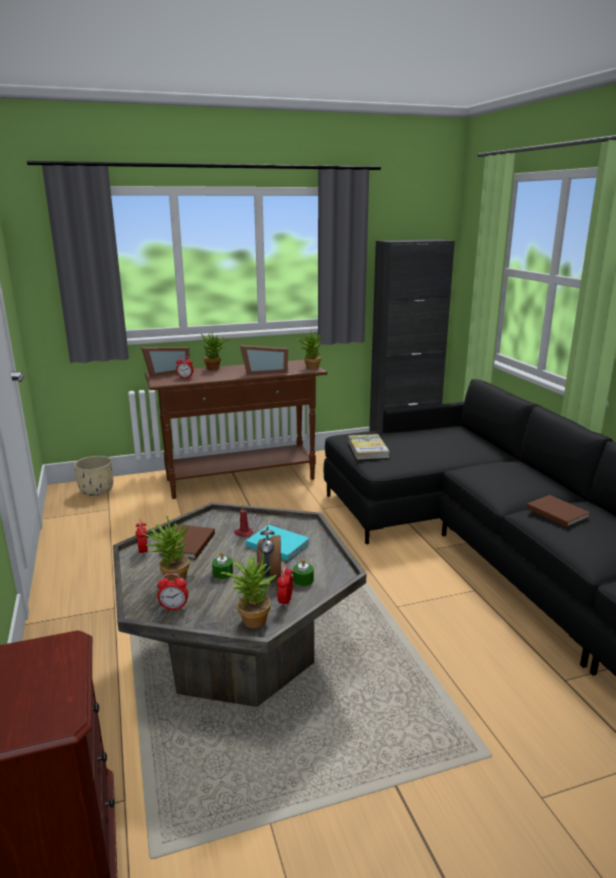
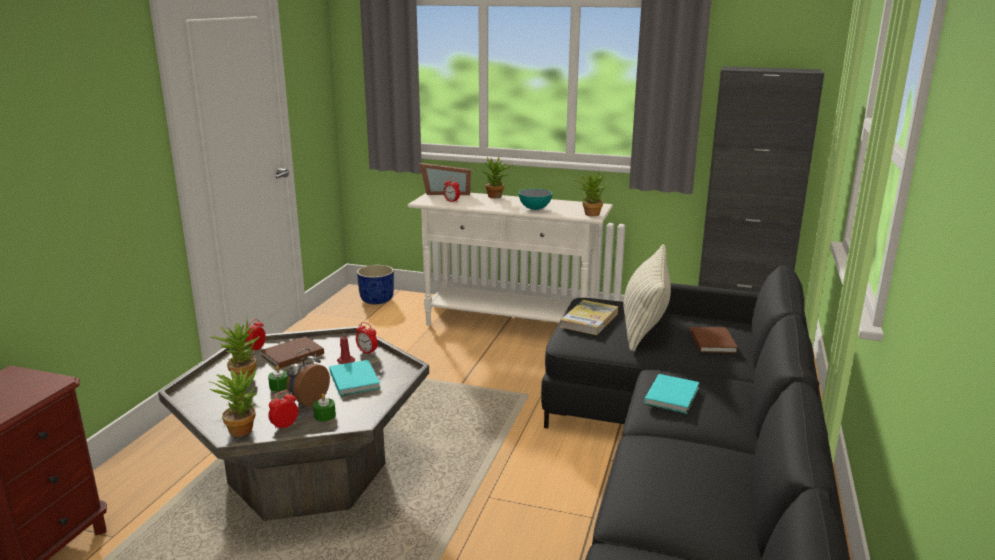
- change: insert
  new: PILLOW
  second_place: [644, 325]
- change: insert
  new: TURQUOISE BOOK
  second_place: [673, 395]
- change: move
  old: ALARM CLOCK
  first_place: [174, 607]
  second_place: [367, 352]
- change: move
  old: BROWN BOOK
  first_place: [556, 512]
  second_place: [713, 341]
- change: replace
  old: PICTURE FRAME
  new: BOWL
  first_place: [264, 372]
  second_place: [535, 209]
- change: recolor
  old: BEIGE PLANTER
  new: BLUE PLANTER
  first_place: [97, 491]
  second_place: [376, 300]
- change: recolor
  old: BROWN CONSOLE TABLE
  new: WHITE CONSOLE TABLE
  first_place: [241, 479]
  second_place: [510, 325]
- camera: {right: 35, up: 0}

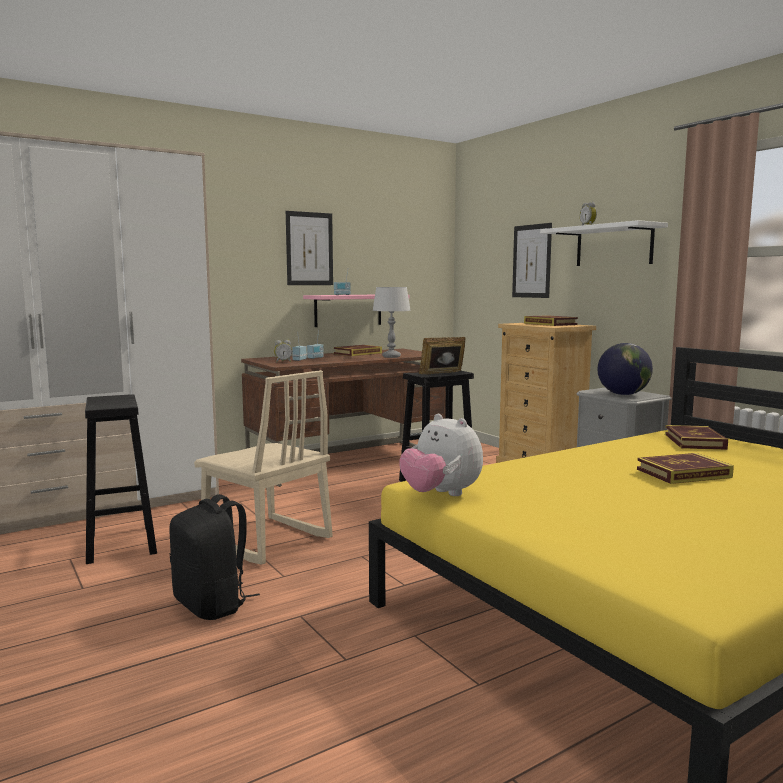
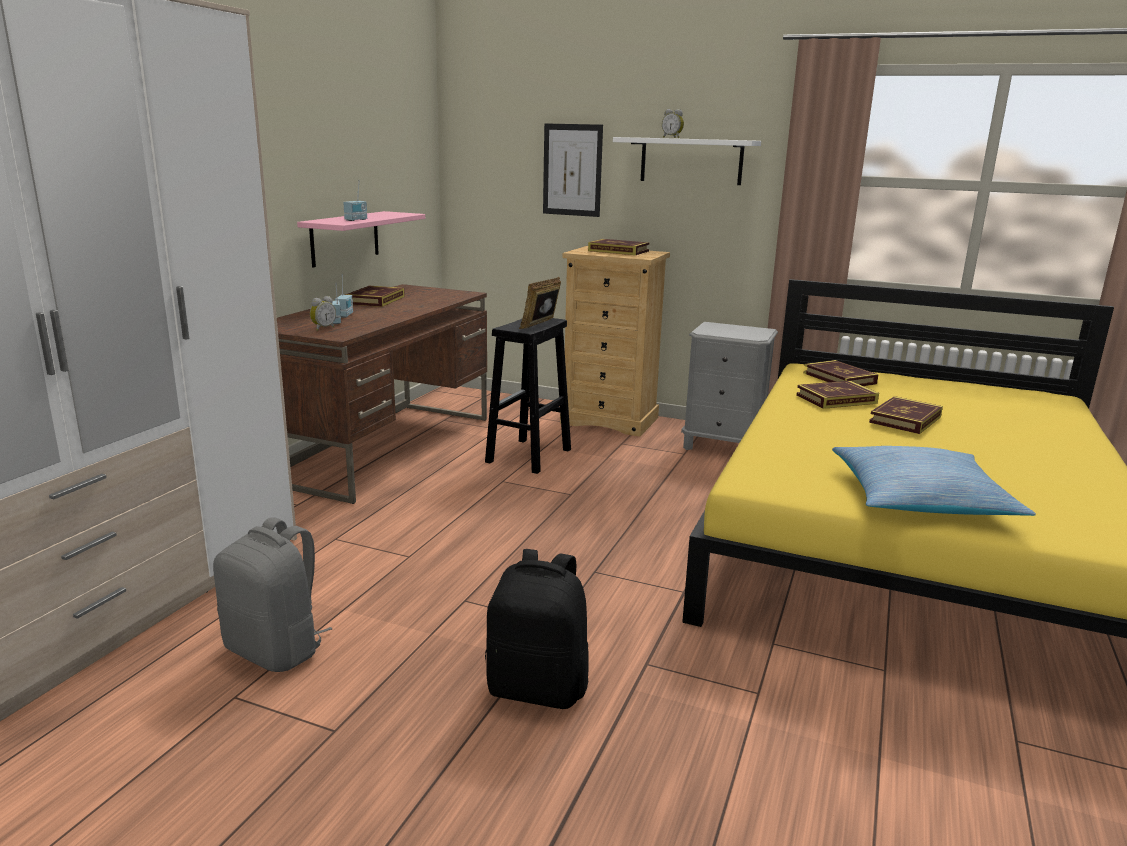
- change: delete
  old: BEIGE CHAIR
  first_place: [266, 541]
- change: delete
  old: PICTURE
  first_place: [309, 249]
- change: delete
  old: GREY TABLE LAMP
  first_place: [391, 357]
- change: delete
  old: PLUSH TOY
  first_place: [441, 494]
- change: delete
  old: GLOBE
  first_place: [623, 394]
- change: insert
  new: BOOK
  second_place: [836, 399]
- change: insert
  new: PILLOW
  second_place: [920, 499]
- change: replace
  old: BLACK STOOL
  new: GREY BACKPACK
  first_place: [121, 544]
  second_place: [277, 650]
- camera: {right: -35, up: 10}

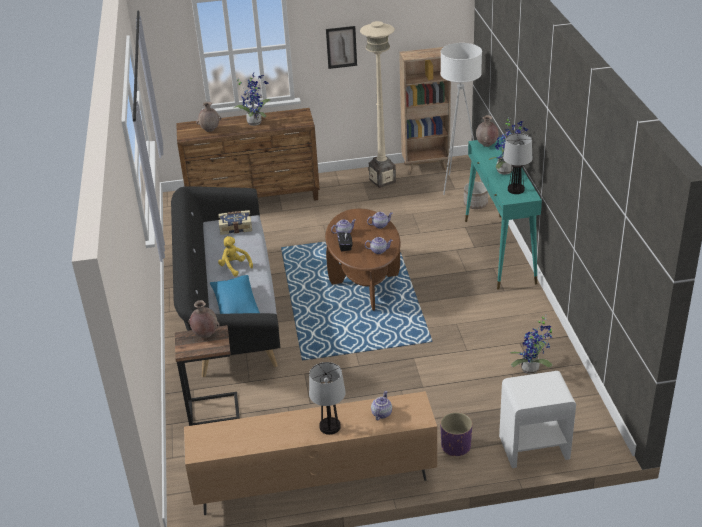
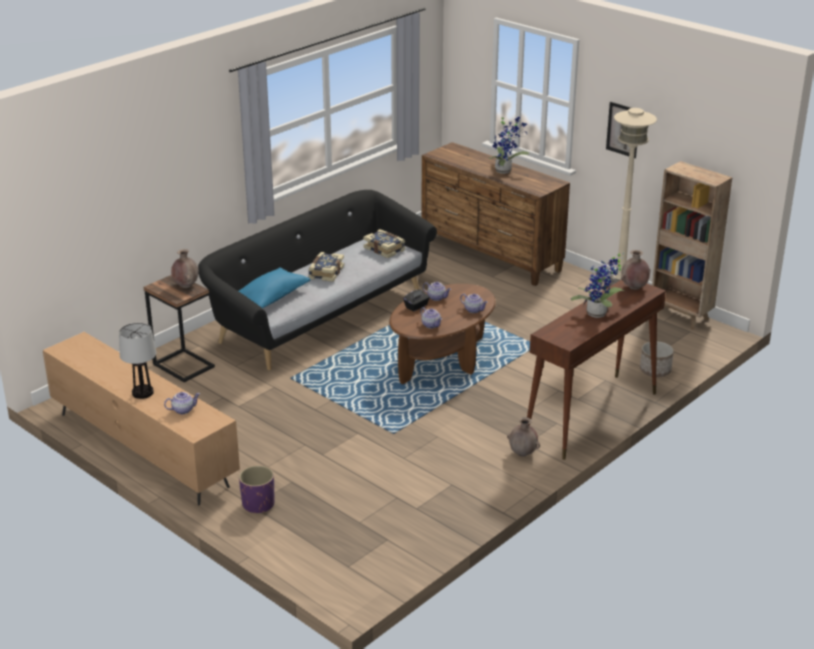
- change: delete
  old: WHITE FLOOR LAMP
  first_place: [459, 185]
- change: delete
  old: WHITE NIGHTSTAND
  first_place: [533, 447]
- change: delete
  old: TABLE LAMP
  first_place: [516, 190]
- change: delete
  old: POTTED PLANT
  first_place: [532, 369]
- change: move
  old: BROWN VASE
  first_place: [210, 130]
  second_place: [522, 454]
- change: replace
  old: YELLOW PLUSH TOY
  new: BOOK
  first_place: [234, 267]
  second_place: [325, 272]
- change: recolor
  old: TURQUOISE CONSOLE TABLE
  new: BROWN CONSOLE TABLE
  first_place: [499, 251]
  second_place: [591, 416]
- camera: {right: 50, up: -5}

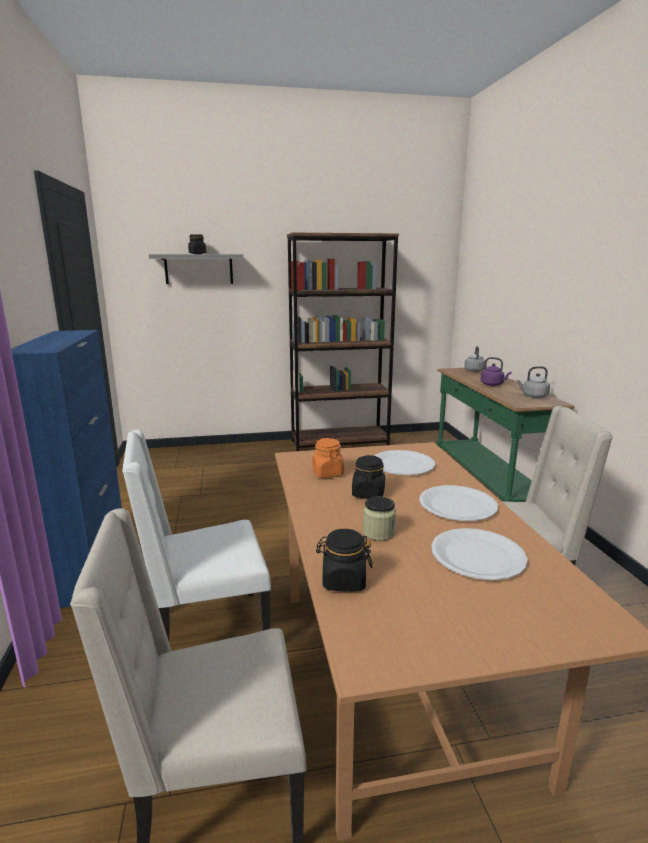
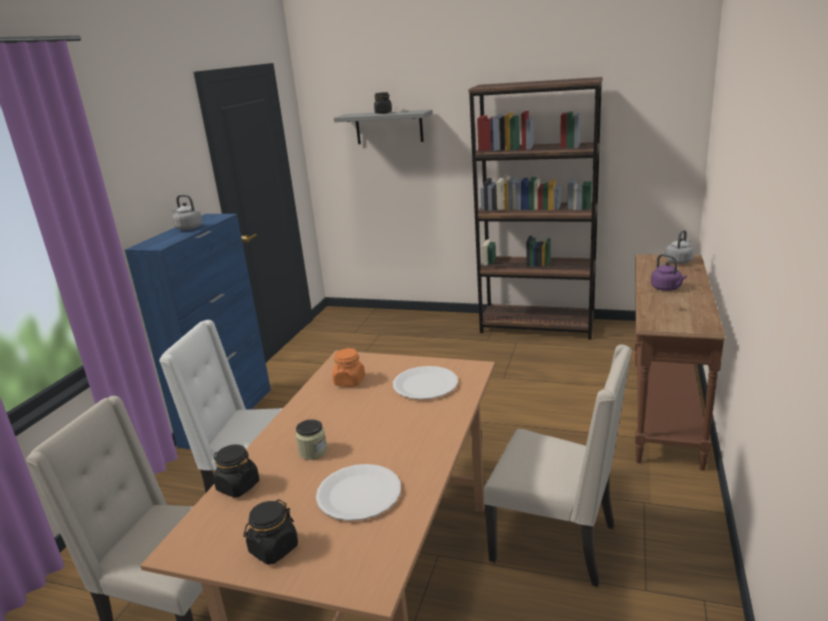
- change: delete
  old: WHITE PLATE
  first_place: [457, 505]
- change: move
  old: BLACK JAR
  first_place: [368, 494]
  second_place: [273, 549]
- change: move
  old: GREY KETTLE
  first_place: [533, 396]
  second_place: [188, 228]
- change: recolor
  old: GREEN CONSOLE TABLE
  new: BROWN CONSOLE TABLE
  first_place: [485, 485]
  second_place: [663, 410]
- camera: {right: 30, up: 5}

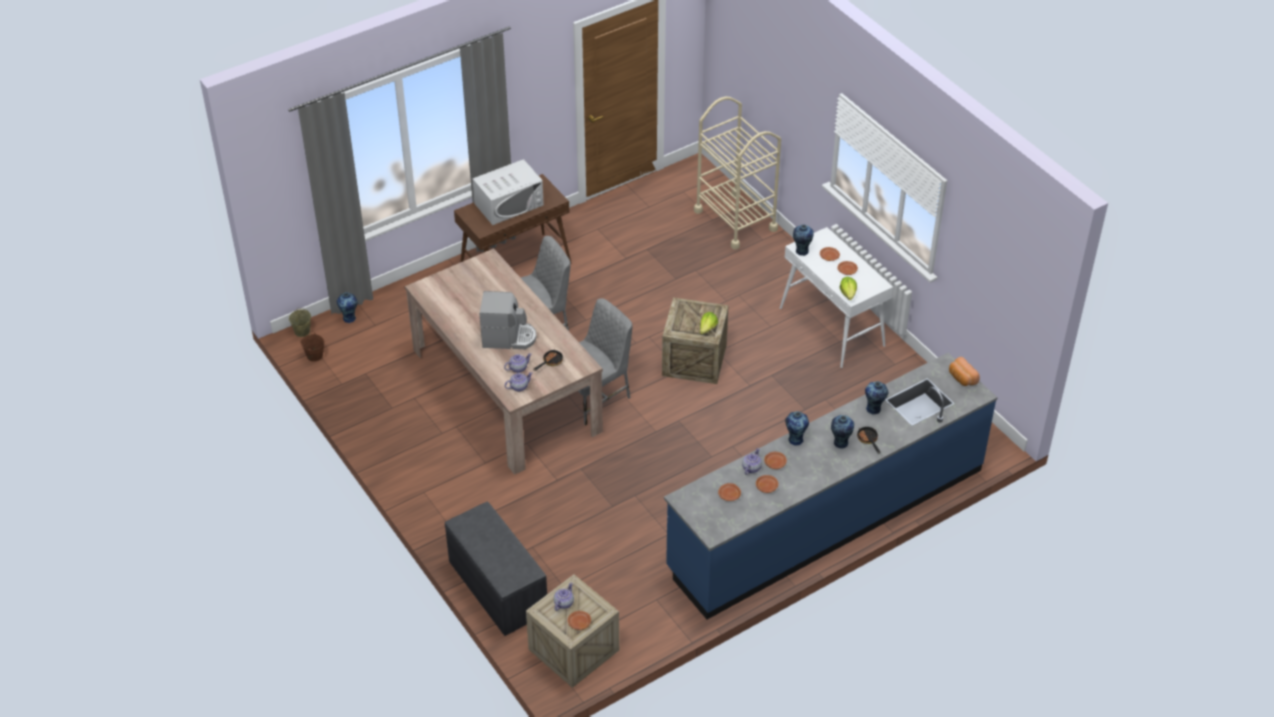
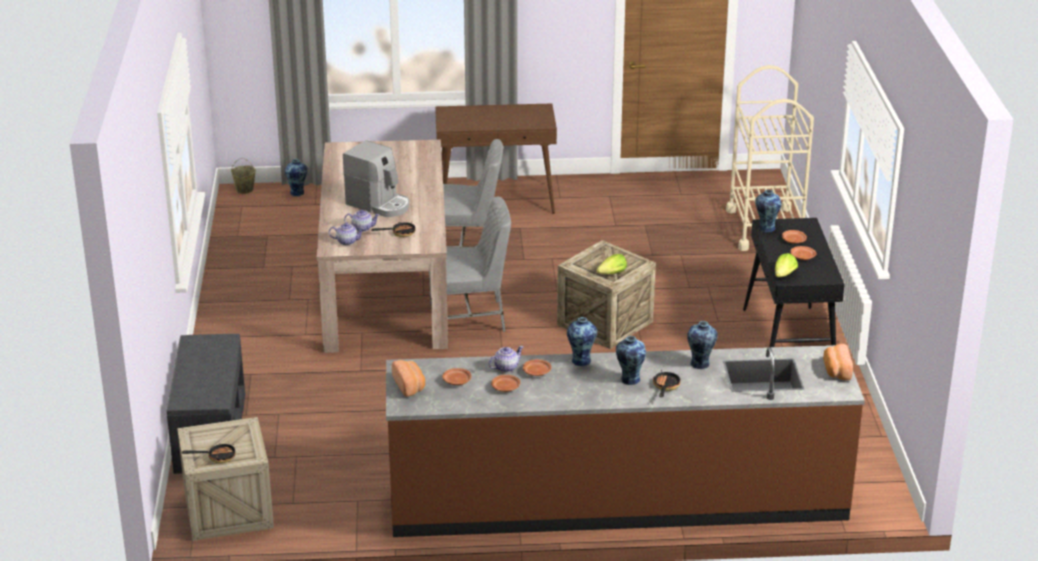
- change: delete
  old: BROWN BUCKET
  first_place: [314, 355]
- change: delete
  old: WHITE MICROWAVE
  first_place: [509, 204]
- change: delete
  old: TEAPOT
  first_place: [563, 603]
- change: insert
  new: BREAD
  second_place: [409, 386]
- change: replace
  old: BROWN PLATE
  new: FRYING PAN
  first_place: [579, 623]
  second_place: [217, 457]
- change: recolor
  old: BLUE COUNTER
  new: BROWN COUNTER
  first_place: [826, 518]
  second_place: [617, 499]
- change: recolor
  old: WHITE CONSOLE TABLE
  new: BLACK CONSOLE TABLE
  first_place: [832, 327]
  second_place: [789, 343]
- camera: {right: 30, up: -15}

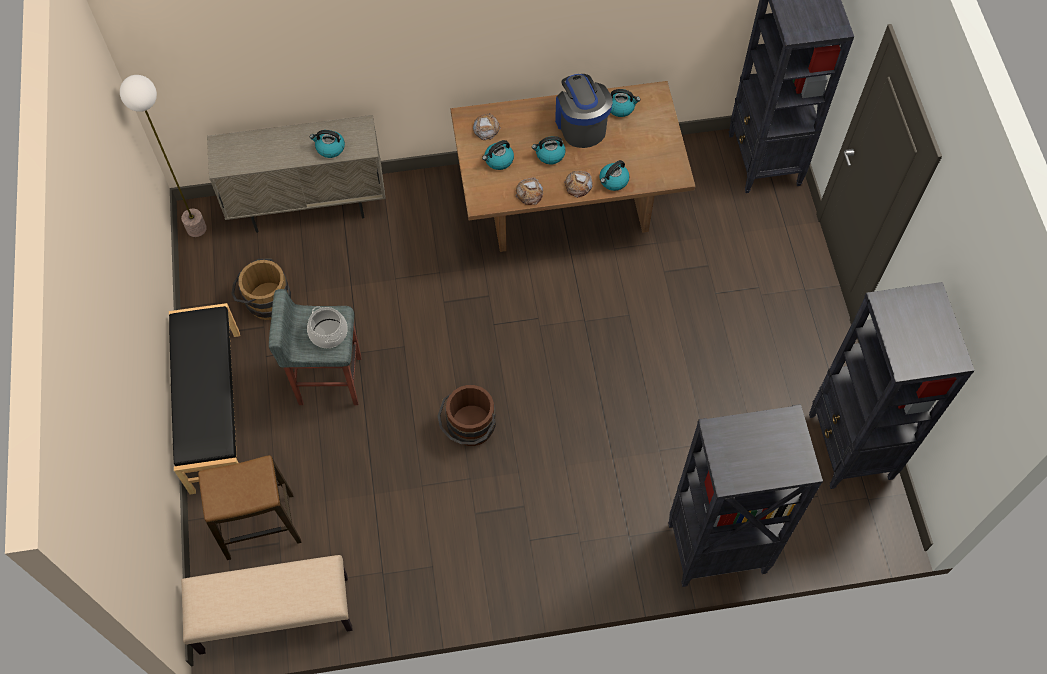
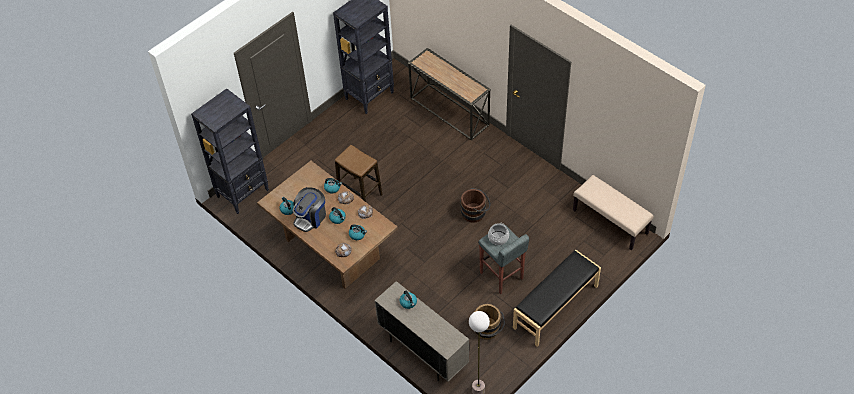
- change: move
  old: STOOL
  first_place: [260, 527]
  second_place: [360, 194]
- change: replace
  old: BLACK BOOKCASE
  new: CONSOLE TABLE
  first_place: [715, 548]
  second_place: [450, 111]
- camera: {right: -125, up: -10}

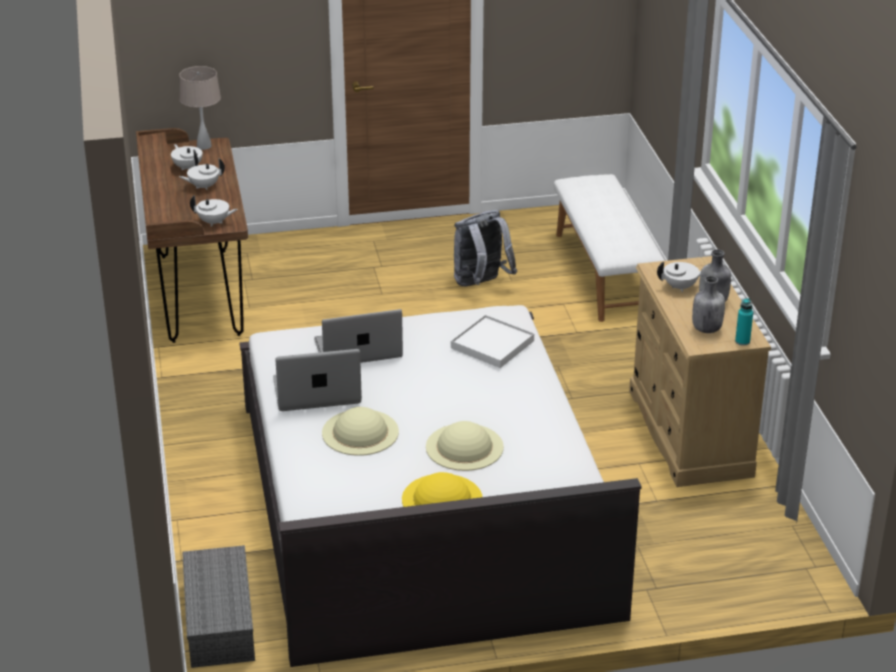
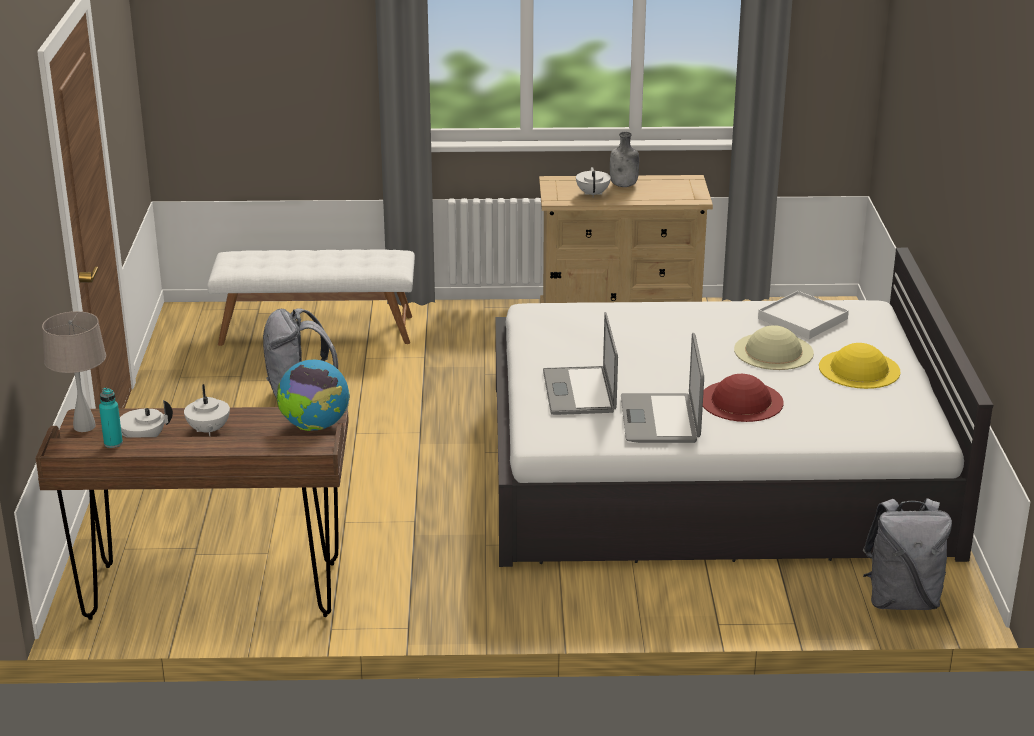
- change: delete
  old: GREY BOTTLE
  first_place: [706, 329]
- change: move
  old: WHITE TRAY
  first_place: [492, 344]
  second_place: [802, 319]
- change: move
  old: TURQUOISE BOTTLE
  first_place: [742, 341]
  second_place: [113, 443]
- change: replace
  old: GREY STORAGE BOX
  new: GREY BACKPACK
  first_place: [221, 622]
  second_place: [902, 600]
- change: replace
  old: WHITE TEAPOT
  new: GLOBE
  first_place: [214, 222]
  second_place: [315, 426]
- change: recolor
  old: BEIGE HAT
  new: RED HAT
  first_place: [360, 432]
  second_place: [741, 401]
- camera: {right: -80, up: -5}

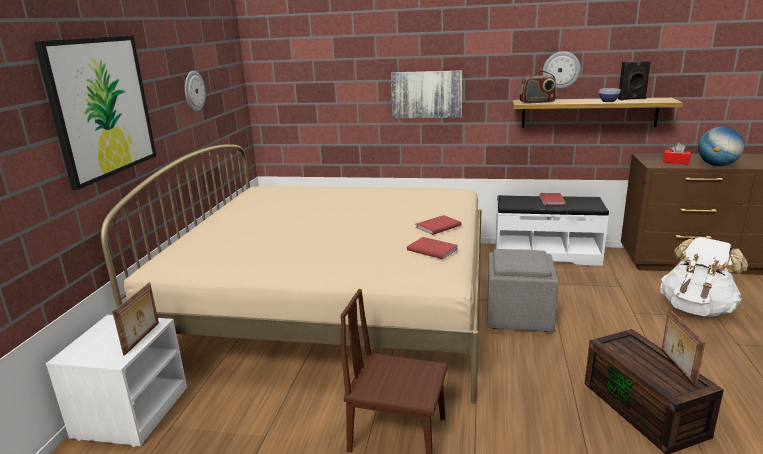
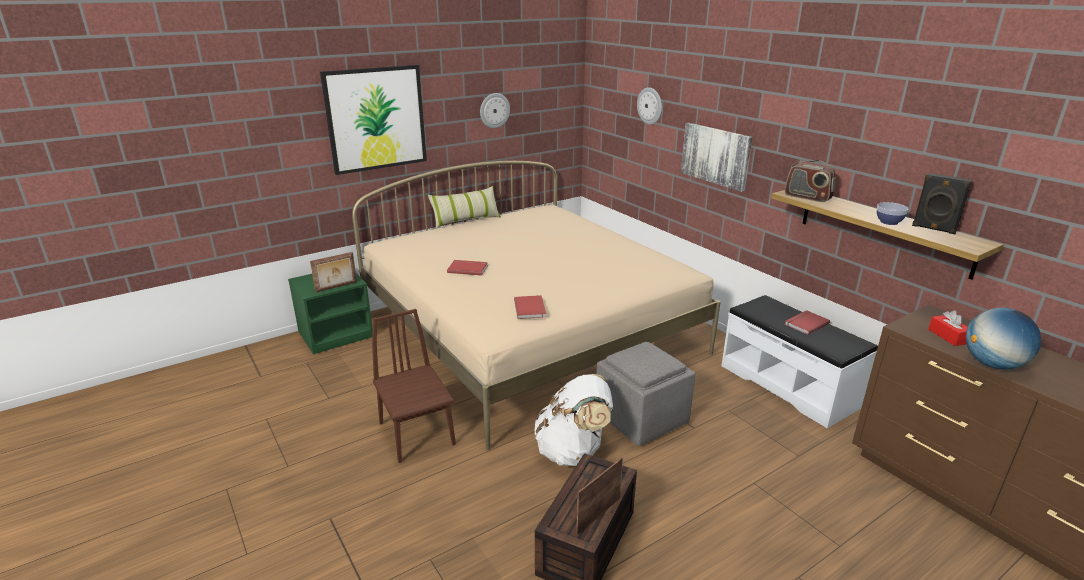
- change: insert
  new: PILLOW
  second_place: [466, 220]
- change: move
  old: RED BOOK
  first_place: [437, 226]
  second_place: [468, 268]
- change: move
  old: WALL CLOCK
  first_place: [561, 70]
  second_place: [650, 105]
- change: move
  old: WHITE BACKPACK
  first_place: [697, 308]
  second_place: [573, 451]
- change: recolor
  old: WHITE NIGHTSTAND
  new: GREEN NIGHTSTAND
  first_place: [131, 412]
  second_place: [336, 334]
- camera: {right: 45, up: 5}

